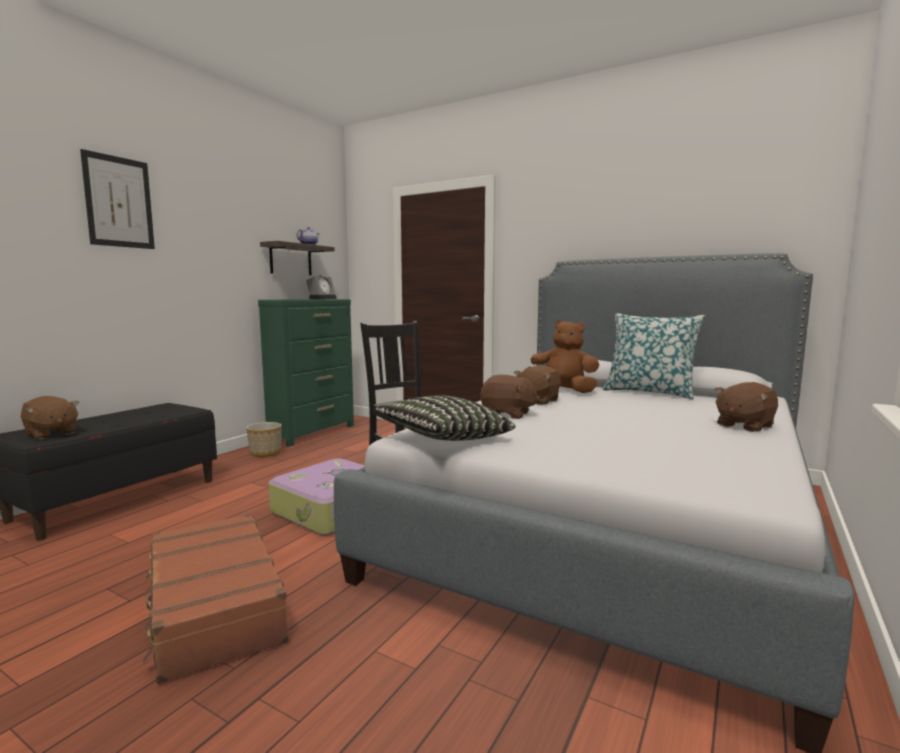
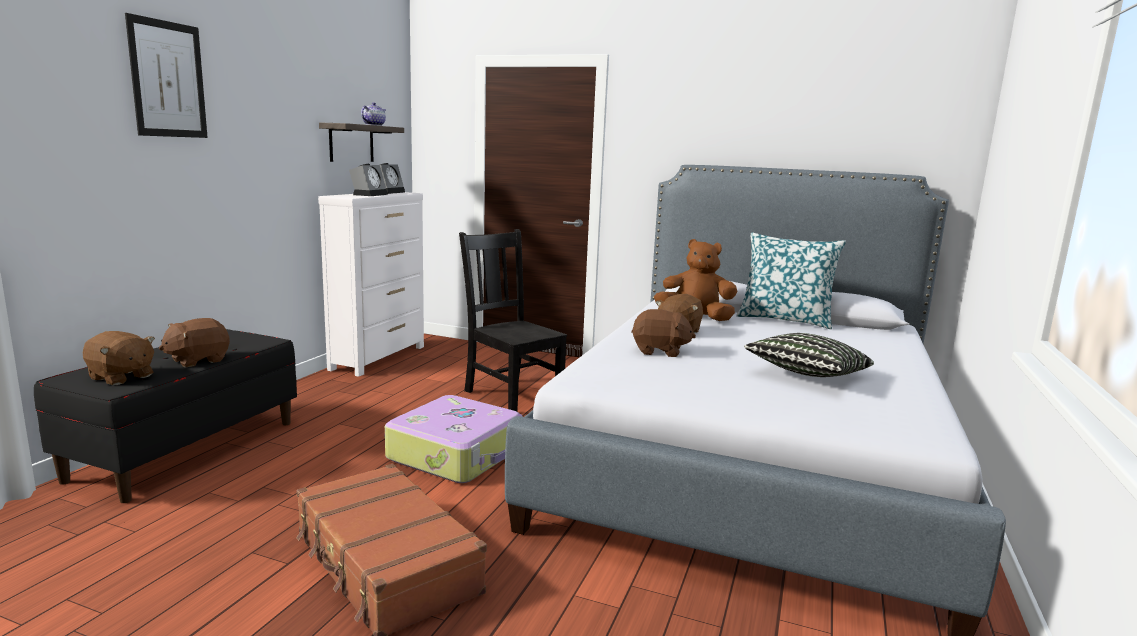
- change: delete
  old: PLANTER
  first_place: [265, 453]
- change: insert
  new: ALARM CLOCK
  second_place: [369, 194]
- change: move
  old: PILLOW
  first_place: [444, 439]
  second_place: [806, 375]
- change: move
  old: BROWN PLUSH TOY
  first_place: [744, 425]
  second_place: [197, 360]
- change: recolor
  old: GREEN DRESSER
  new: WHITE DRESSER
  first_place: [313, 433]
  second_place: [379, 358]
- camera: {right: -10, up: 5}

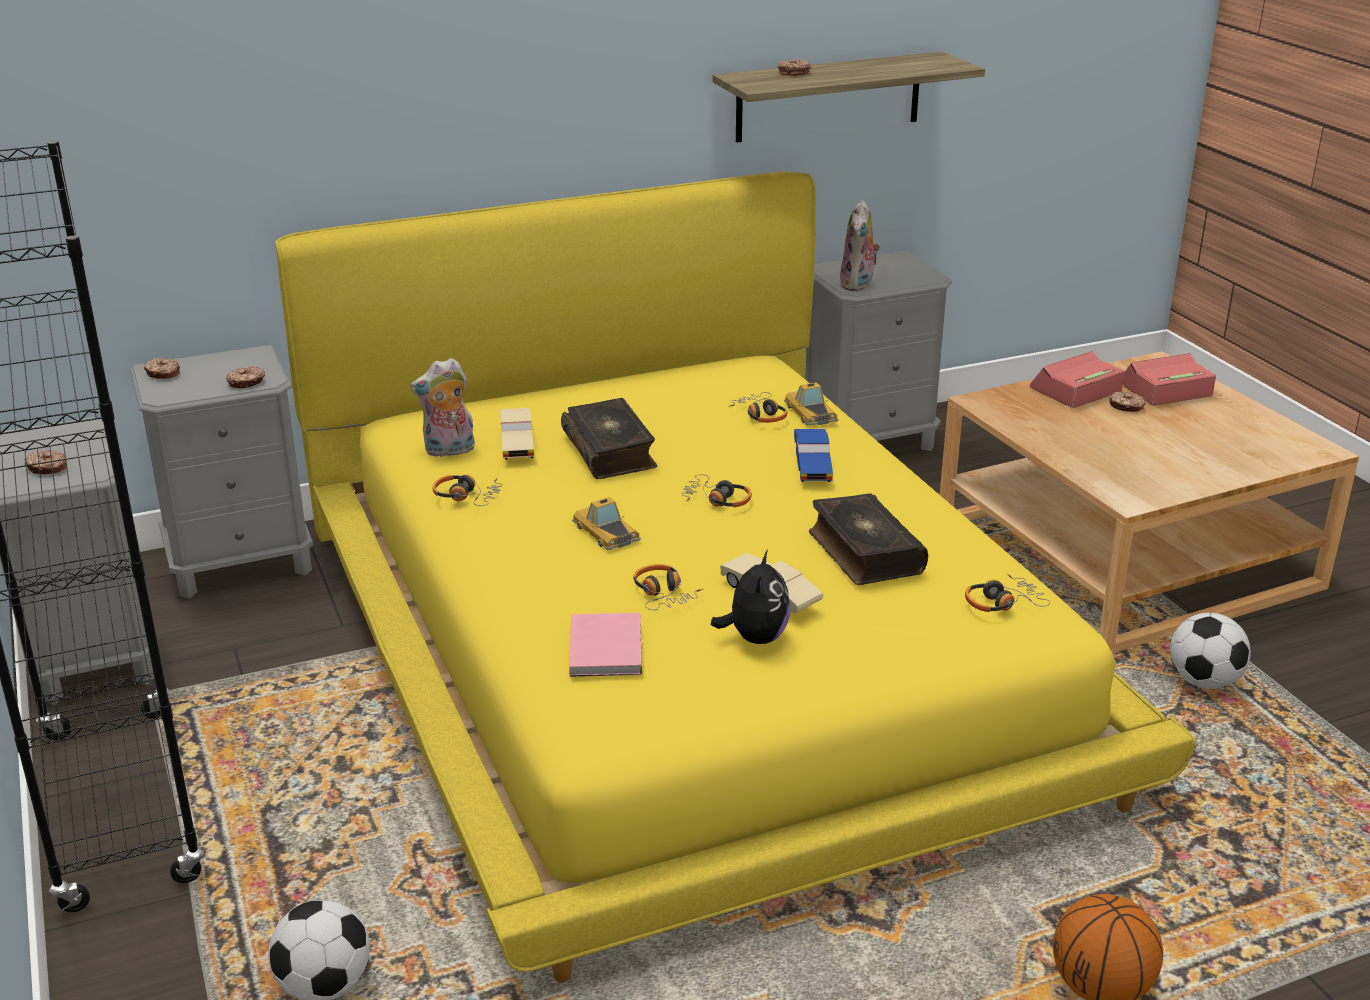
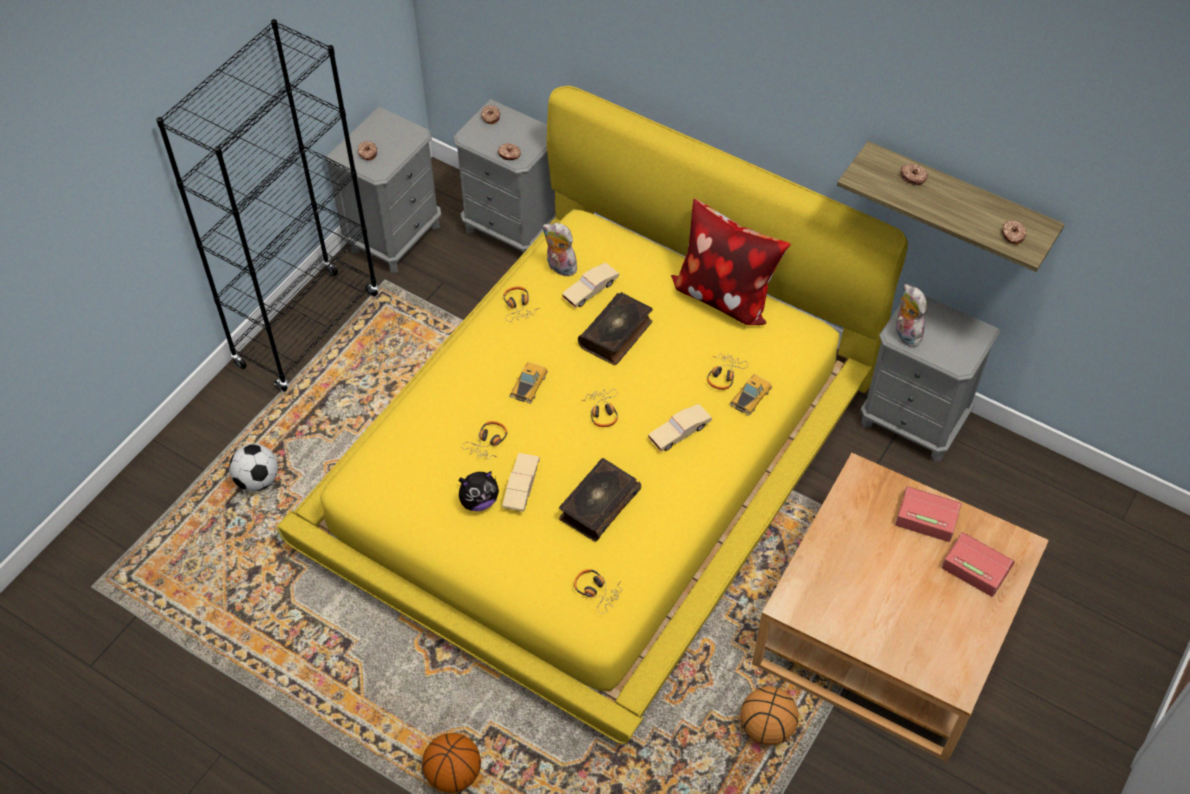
- change: delete
  old: PINK BOOK
  first_place: [607, 647]
- change: insert
  new: PILLOW
  second_place: [724, 295]
- change: move
  old: DONUT
  first_place: [1126, 407]
  second_place: [1012, 235]
- change: replace
  old: FOOTBALL
  new: BASKETBALL
  first_place: [1204, 681]
  second_place: [767, 727]
- change: recolor
  old: BLUE TOY CAR
  new: BEIGE TOY CAR
  first_place: [812, 466]
  second_place: [679, 432]
- change: rotate
  old: PLUSH TOY
  first_place: [858, 285]
  second_place: [905, 334]
  degrees: 90
- camera: {right: 55, up: 25}

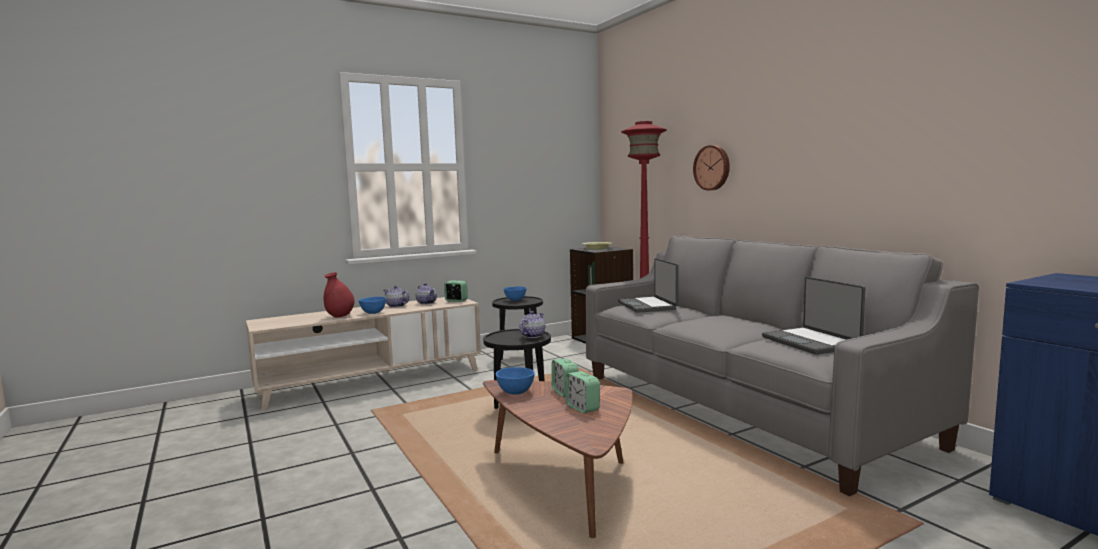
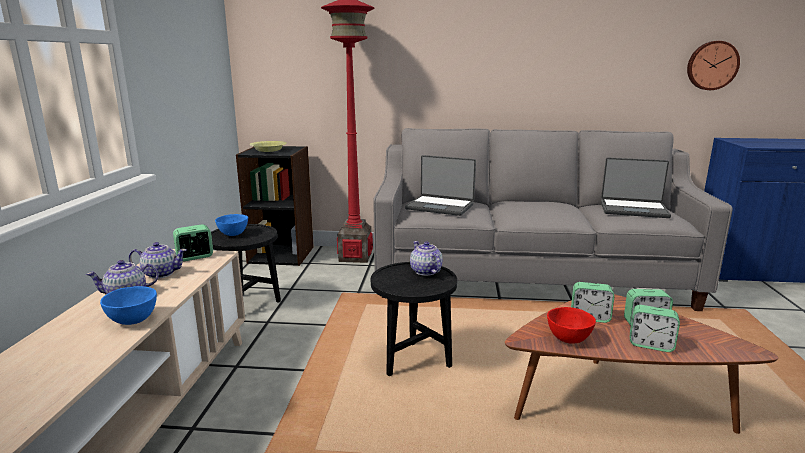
- change: delete
  old: RED VASE
  first_place: [340, 316]
- change: insert
  new: ALARM CLOCK
  second_place: [651, 345]
- change: move
  old: WALL CLOCK
  first_place: [712, 167]
  second_place: [711, 65]
- change: recolor
  old: BLUE BOWL
  new: RED BOWL
  first_place: [515, 392]
  second_place: [568, 339]
- camera: {right: -55, up: 10}

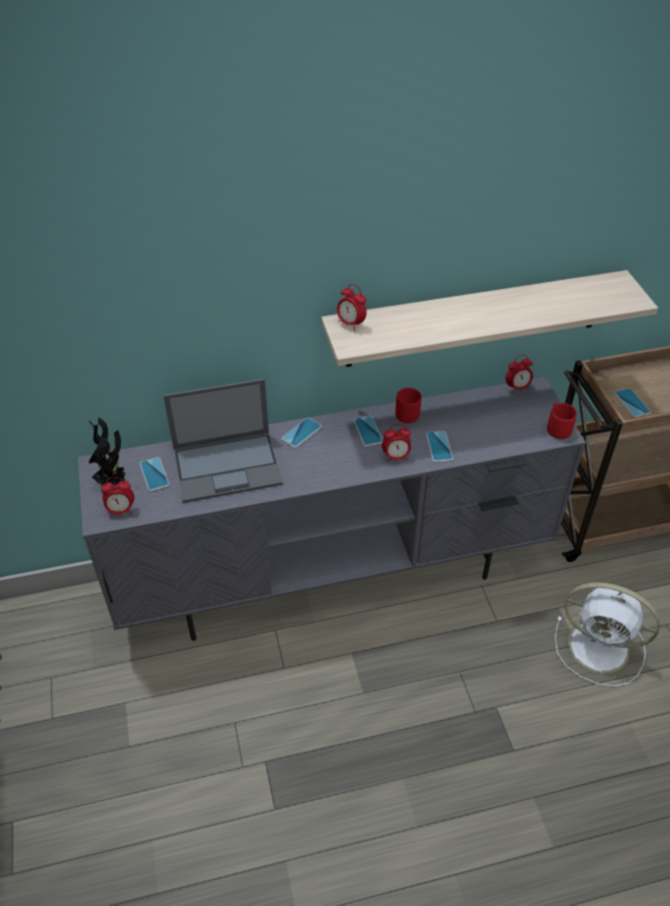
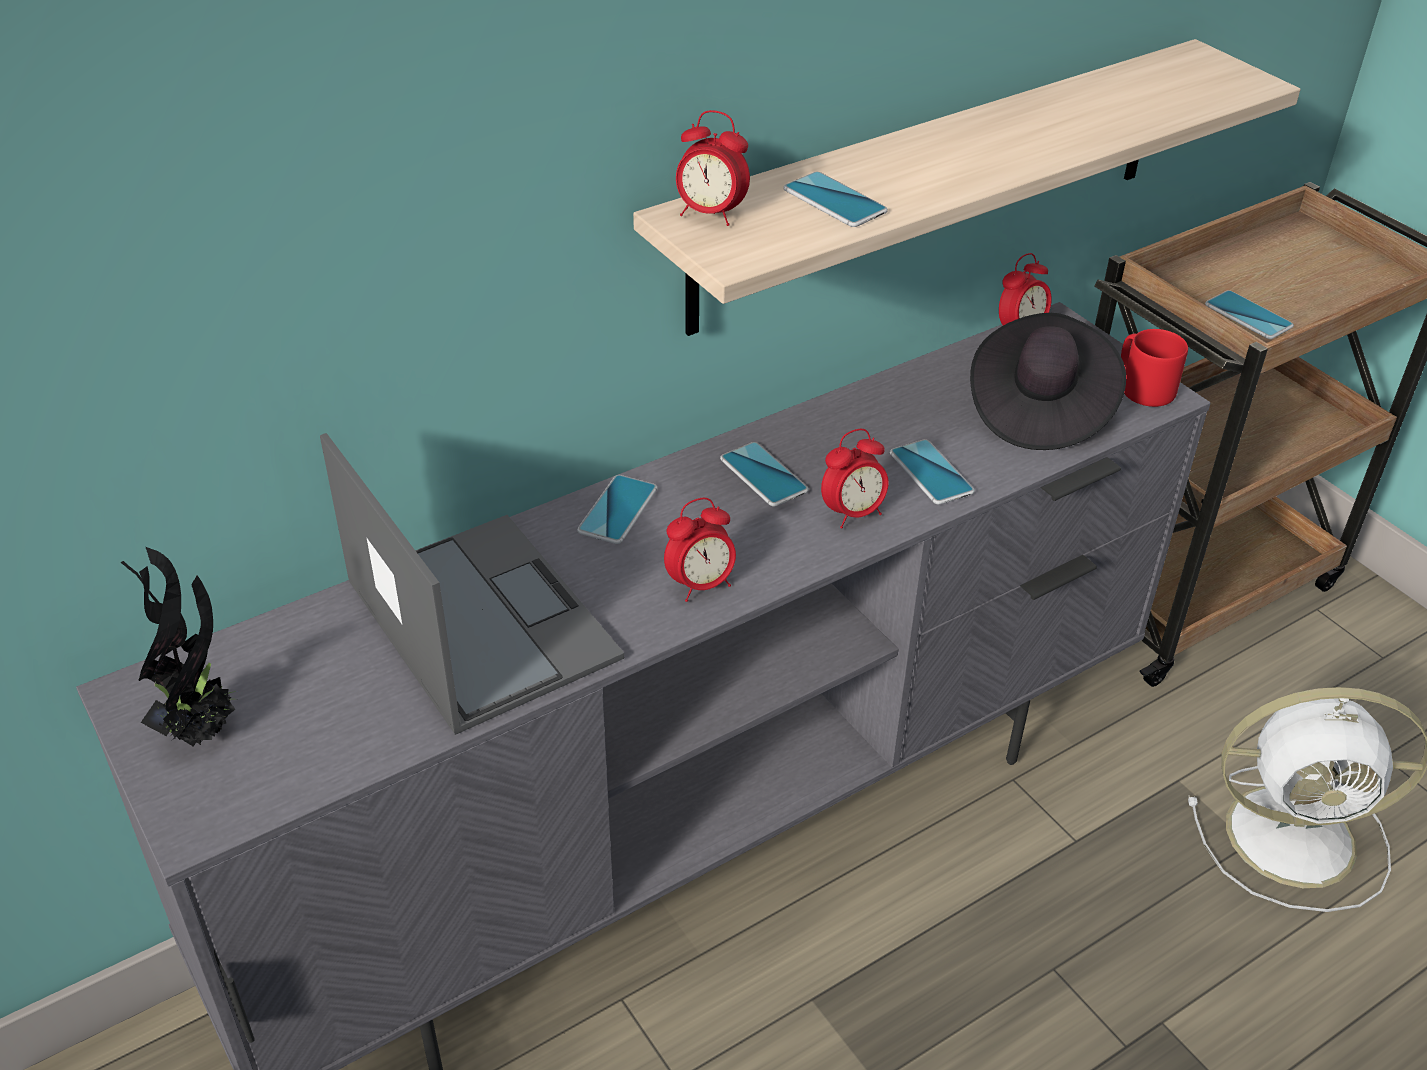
- change: delete
  old: RED MUG
  first_place: [407, 412]
- change: insert
  new: BLACK HAT
  second_place: [1039, 410]
- change: move
  old: ALARM CLOCK
  first_place: [121, 510]
  second_place: [701, 585]
- change: move
  old: PHONE
  first_place: [154, 474]
  second_place: [834, 201]
- change: rotate
  old: LAPTOP
  first_place: [228, 466]
  second_place: [479, 619]
  degrees: -90
- camera: {right: -20, up: -5}

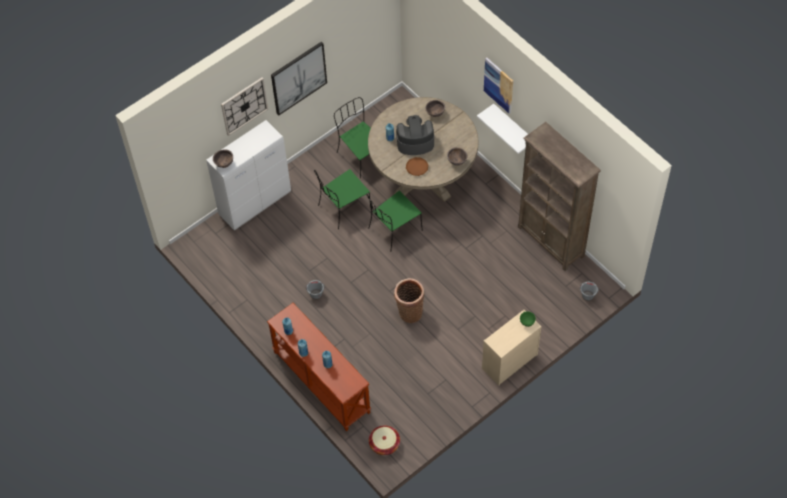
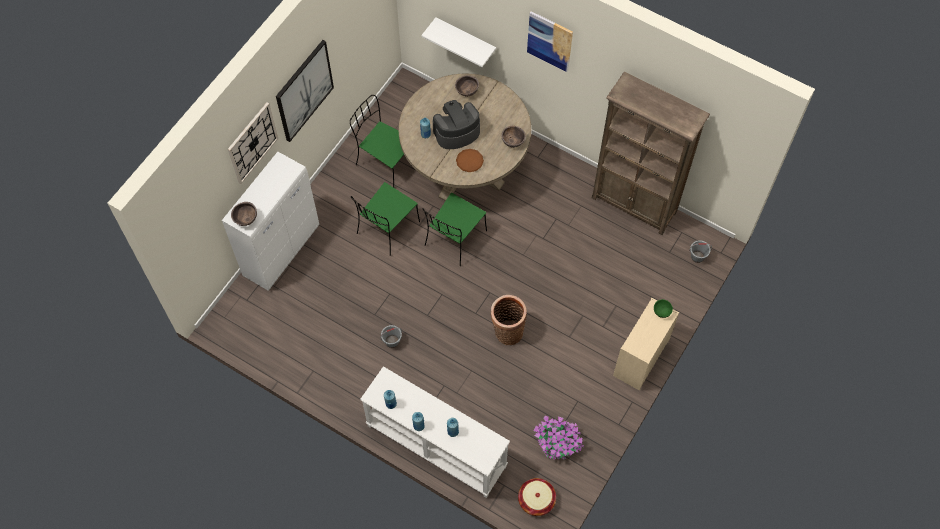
- change: insert
  new: POTTED PLANT
  second_place: [558, 443]
- change: move
  old: WHITE SHELF
  first_place: [513, 127]
  second_place: [465, 39]
- change: recolor
  old: BROWN CONSOLE TABLE
  new: WHITE CONSOLE TABLE
  first_place: [320, 382]
  second_place: [435, 446]
- camera: {right: -20, up: 5}

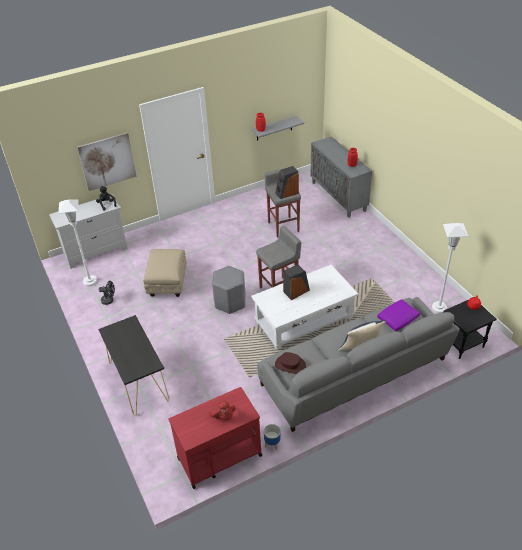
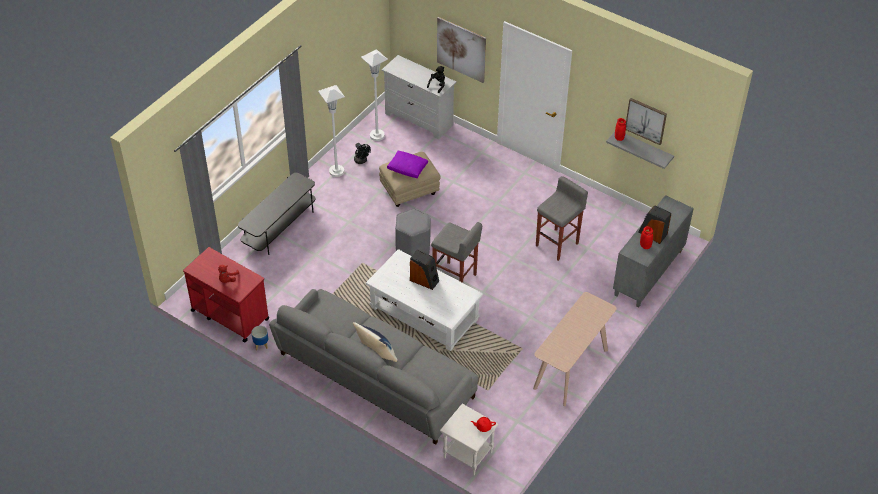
- change: delete
  old: BROWN HAT
  first_place: [290, 365]
- change: insert
  new: BEIGE CONSOLE TABLE
  second_place: [571, 369]
- change: insert
  new: PICTURE
  second_place: [646, 120]
- change: move
  old: SPEAKER
  first_place: [287, 193]
  second_place: [652, 234]
- change: move
  old: PURPLE PILLOW
  first_place: [397, 319]
  second_place: [407, 168]
- change: move
  old: WHITE FLOOR LAMP
  first_place: [439, 308]
  second_place: [336, 171]
- change: replace
  old: BLACK CONSOLE TABLE
  new: GREY TV STAND
  first_place: [138, 381]
  second_place: [279, 226]
- change: recolor
  old: BLACK SIDE TABLE
  new: WHITE SIDE TABLE
  first_place: [462, 344]
  second_place: [467, 455]
- camera: {right: 60, up: 5}

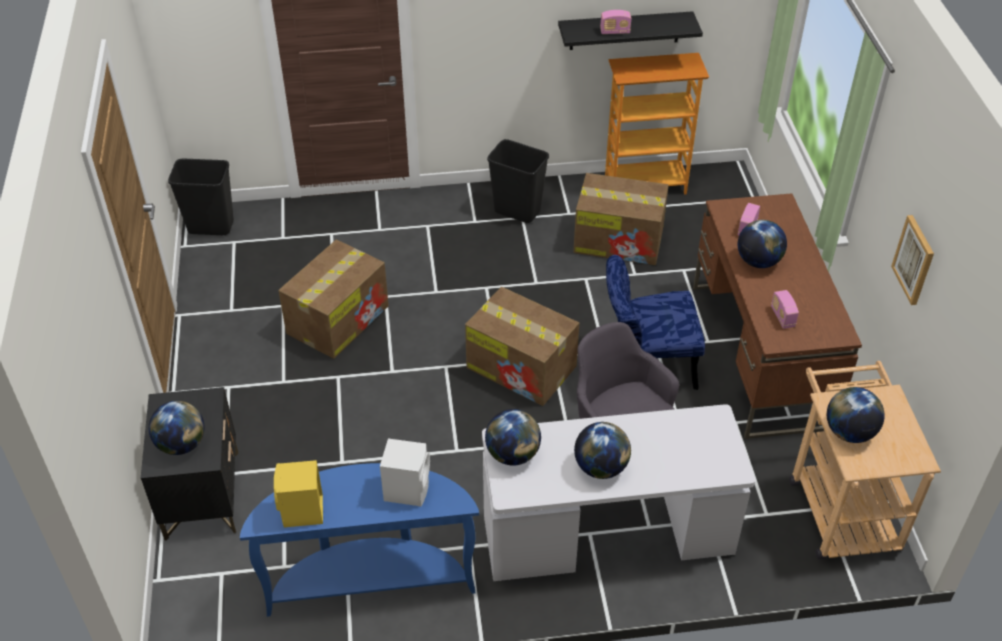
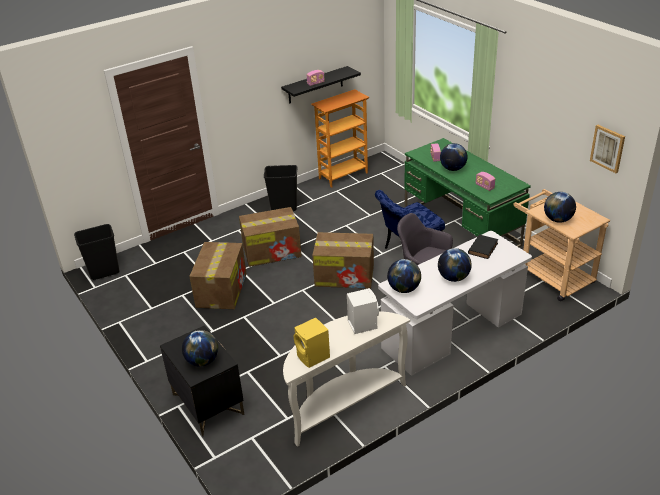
- change: insert
  new: BLACK BOOK
  second_place: [483, 248]
- change: move
  old: CARDBOARD BOX
  first_place: [620, 240]
  second_place: [272, 251]
- change: move
  old: PICTURE
  first_place: [914, 260]
  second_place: [607, 148]
- change: recolor
  old: BLUE CONSOLE TABLE
  new: WHITE CONSOLE TABLE
  first_place: [370, 580]
  second_place: [343, 404]
- change: recolor
  old: BROWN DESK
  new: GREEN DESK
  first_place: [759, 356]
  second_place: [461, 228]
- camera: {right: -25, up: -10}

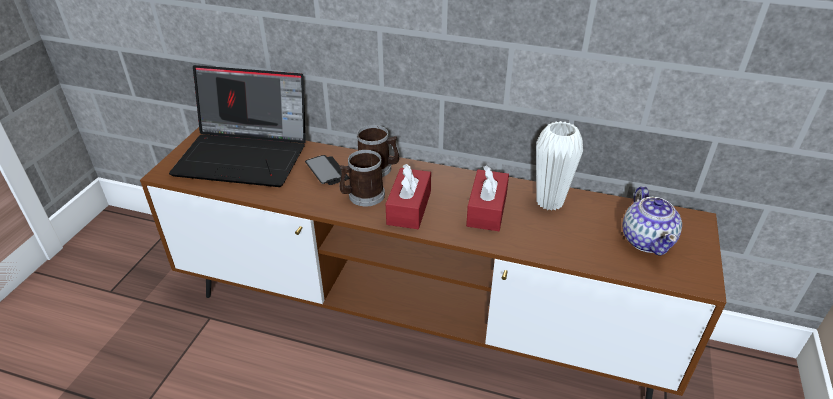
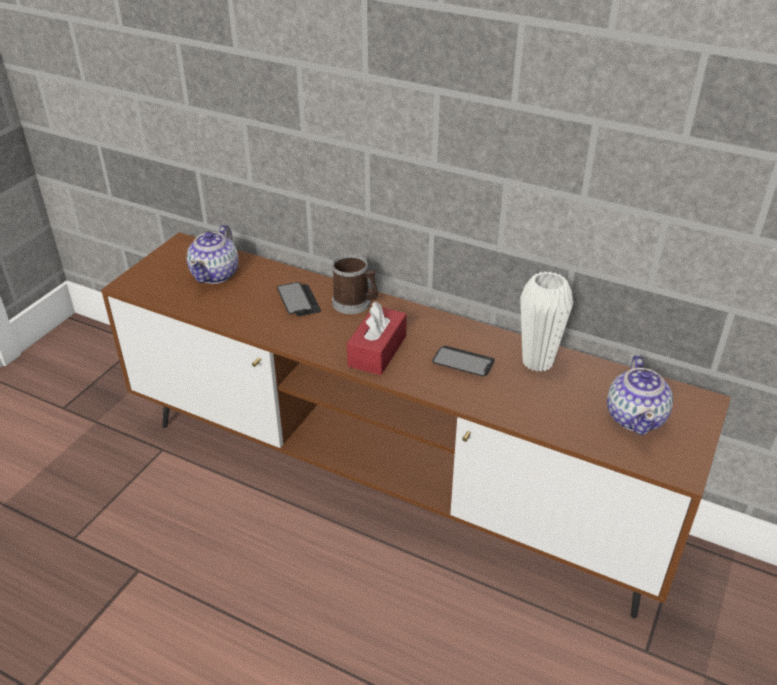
- change: delete
  old: MUG
  first_place: [362, 196]
- change: replace
  old: LAPTOP
  new: TEAPOT
  first_place: [246, 155]
  second_place: [216, 274]
- change: replace
  old: RED TISSUE BOX
  new: PHONE
  first_place: [487, 210]
  second_place: [463, 362]
- camera: {right: 10, up: 0}

